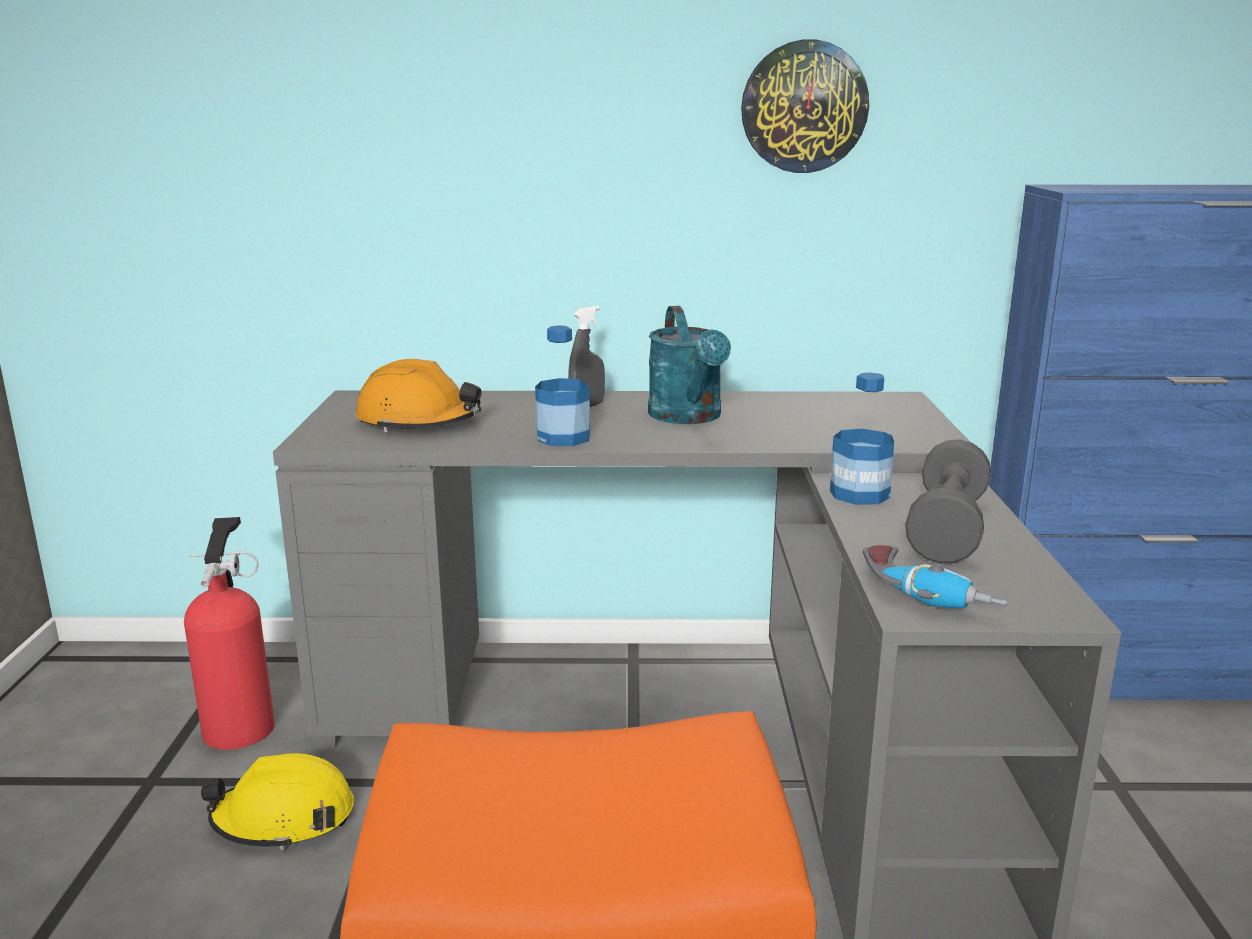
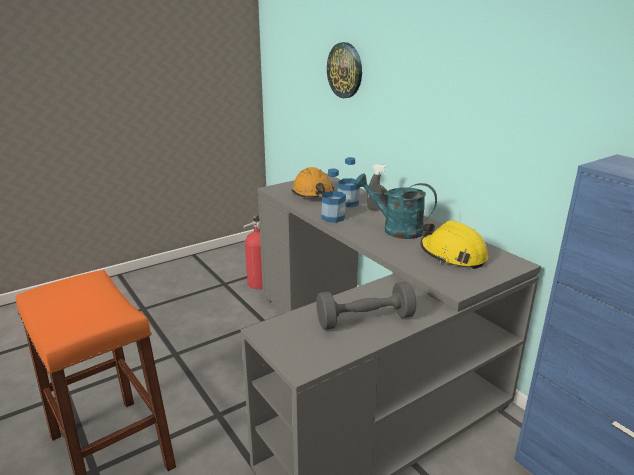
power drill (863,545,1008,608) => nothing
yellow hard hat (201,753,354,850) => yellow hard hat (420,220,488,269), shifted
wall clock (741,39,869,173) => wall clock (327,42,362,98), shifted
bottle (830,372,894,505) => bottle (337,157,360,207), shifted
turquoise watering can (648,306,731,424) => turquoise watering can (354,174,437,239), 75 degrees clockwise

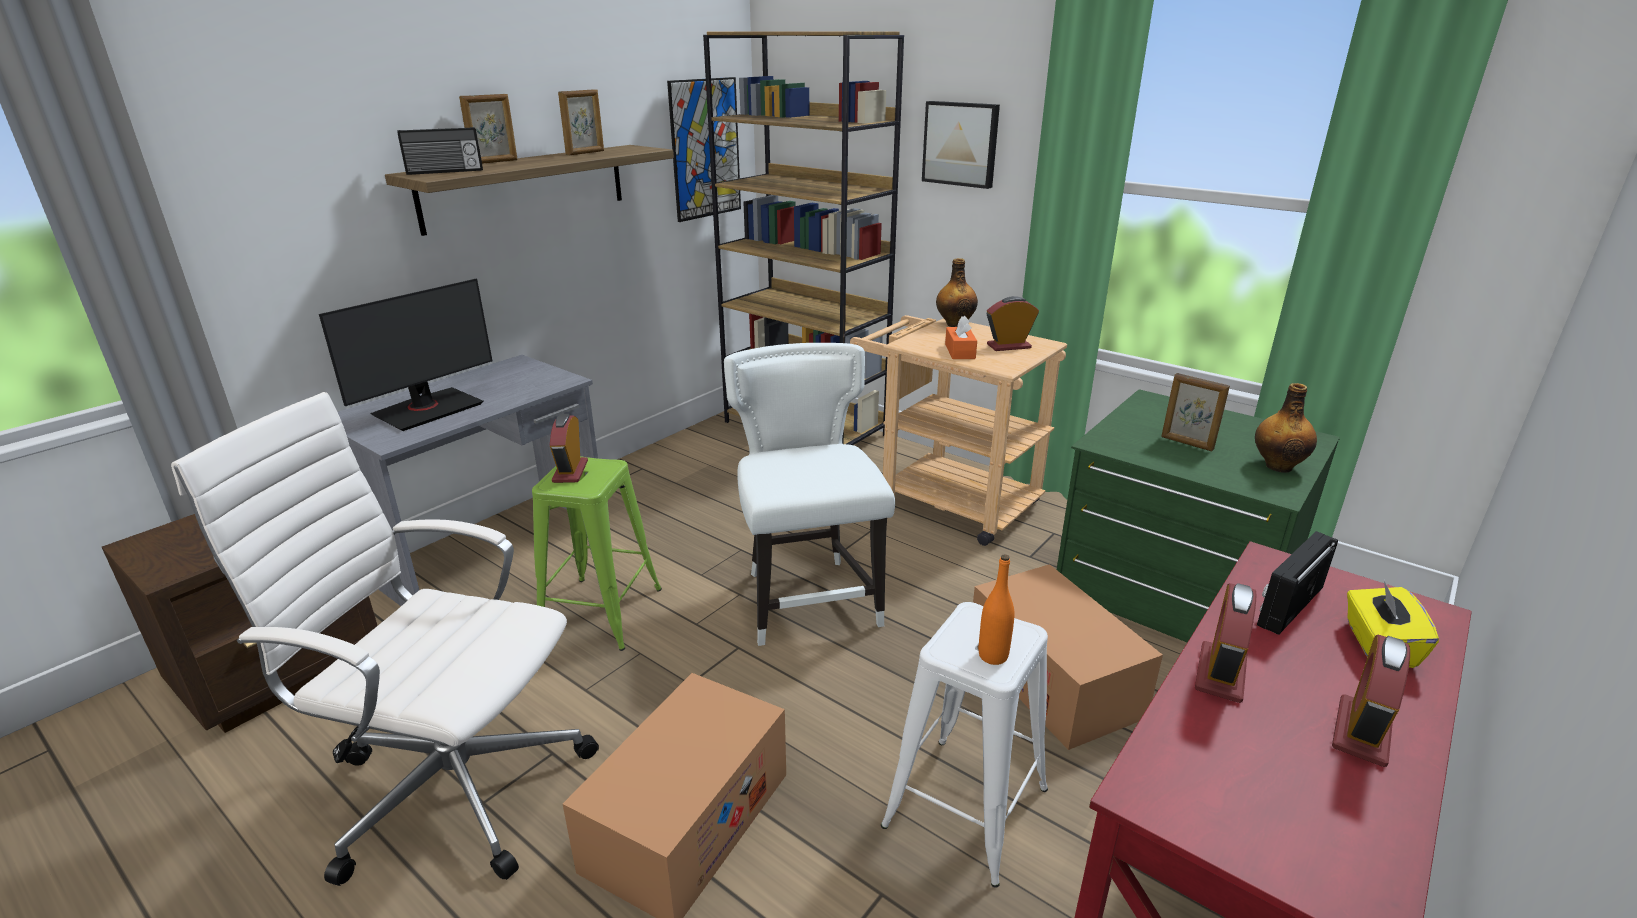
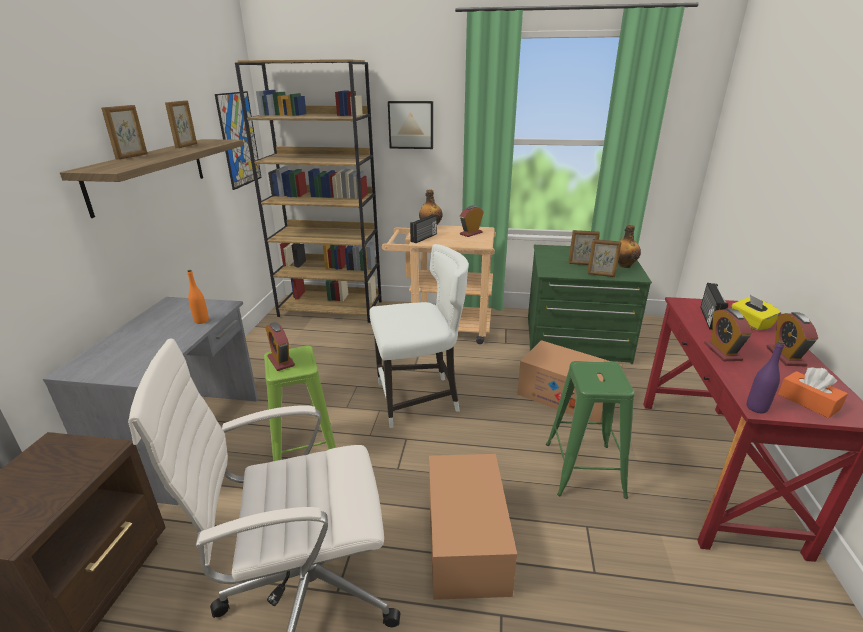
monitor (319,279,492,431) => nothing
nothing => picture frame (587,239,621,277)
nothing => purple bottle (747,341,784,413)
radio (397,127,483,175) => radio (410,214,437,243), shifted
orange tissue box (945,316,977,359) => orange tissue box (778,367,848,418), shifted
orange bottle (979,554,1014,665) => orange bottle (187,270,209,324), shifted
white stool (881,602,1048,888) => green stool (546,361,635,499)
white chair (724,343,895,646) => white chair (369,244,469,428), 120 degrees clockwise

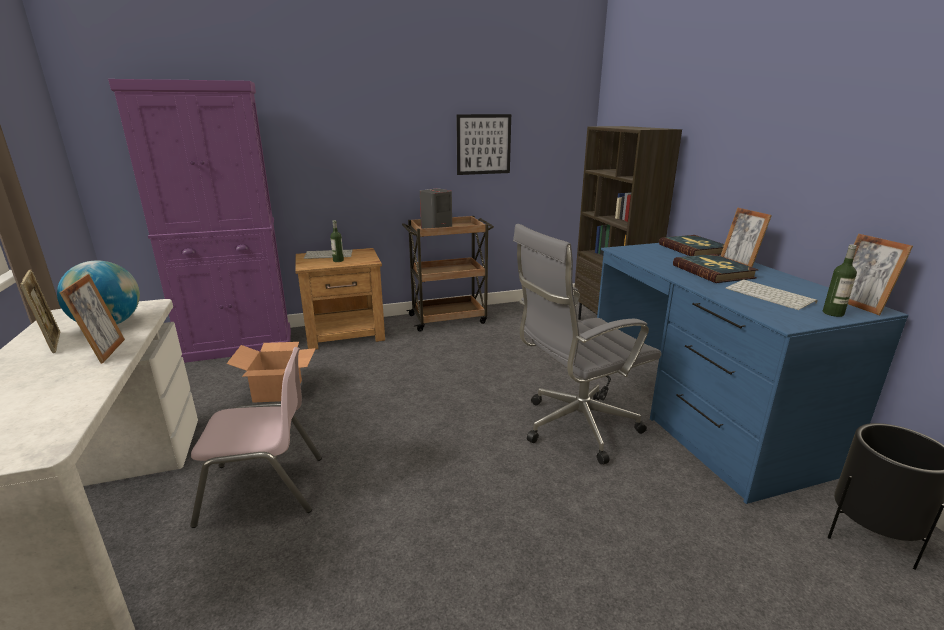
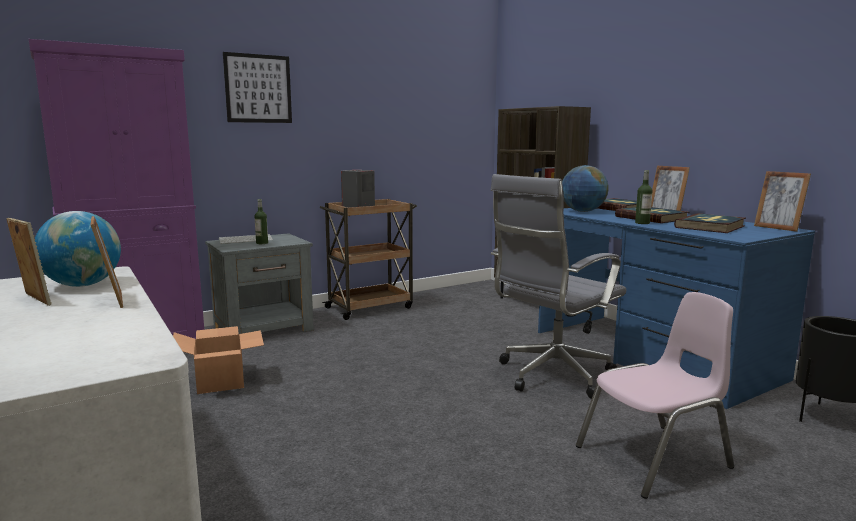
nothing => globe (562,165,609,212)
pink chair (190,347,322,528) => pink chair (576,292,734,499), shifted
picture (456,114,511,175) => picture (223,52,292,123), shifted
bottle (823,244,857,317) => bottle (635,170,652,224), shifted
keyboard (726,279,818,310) => book (674,213,746,233)
brown nightstand (295,248,385,350) => grey nightstand (205,233,314,334)

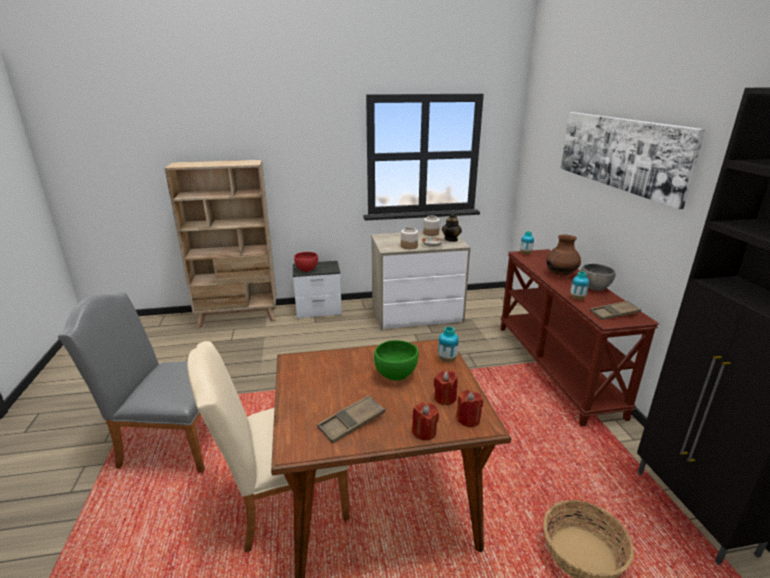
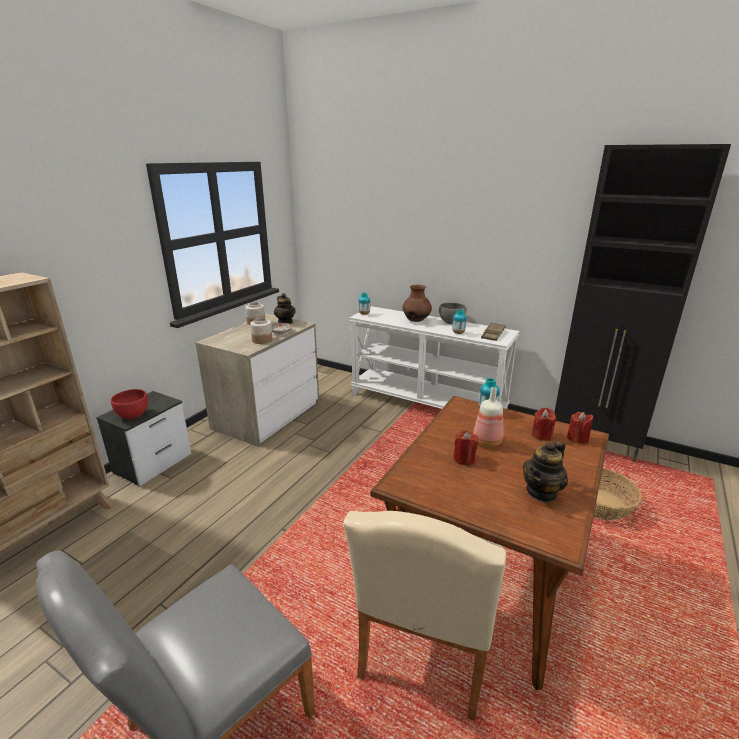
picture (561,112,706,209) => nothing
red candle (412,402,439,440) => red candle (453,430,478,465), shifted
brown tray (317,395,385,443) => teapot (523,441,568,503)
green bowl (374,340,418,381) => bottle (473,387,504,447)
brown console table (500,249,659,427) => white console table (350,306,520,409)

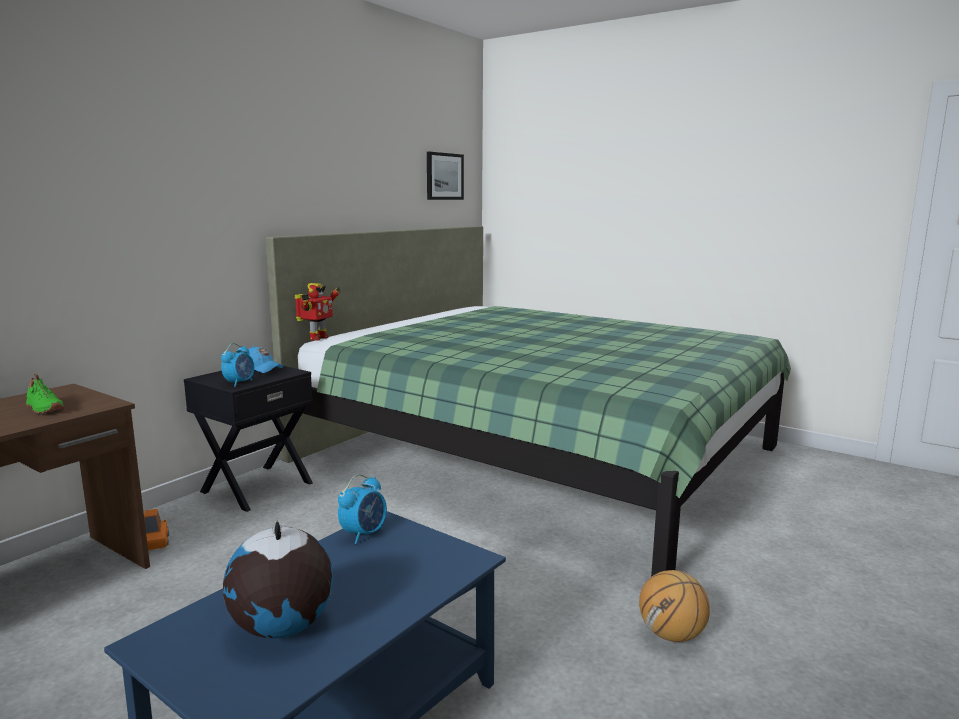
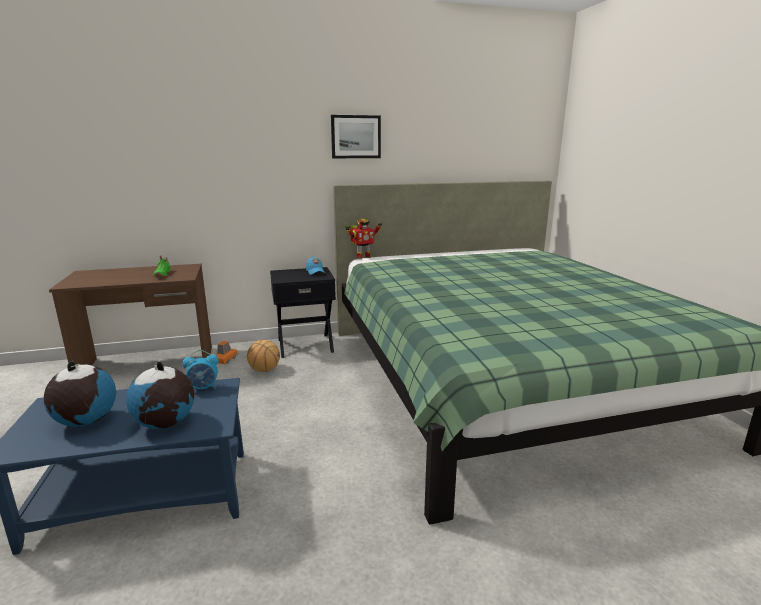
alarm clock (221,343,254,387) => nothing
nothing => globe (126,361,194,429)
picture (427,152,464,200) => picture (331,115,381,158), shifted
basketball (639,570,710,642) => basketball (247,340,280,372), shifted

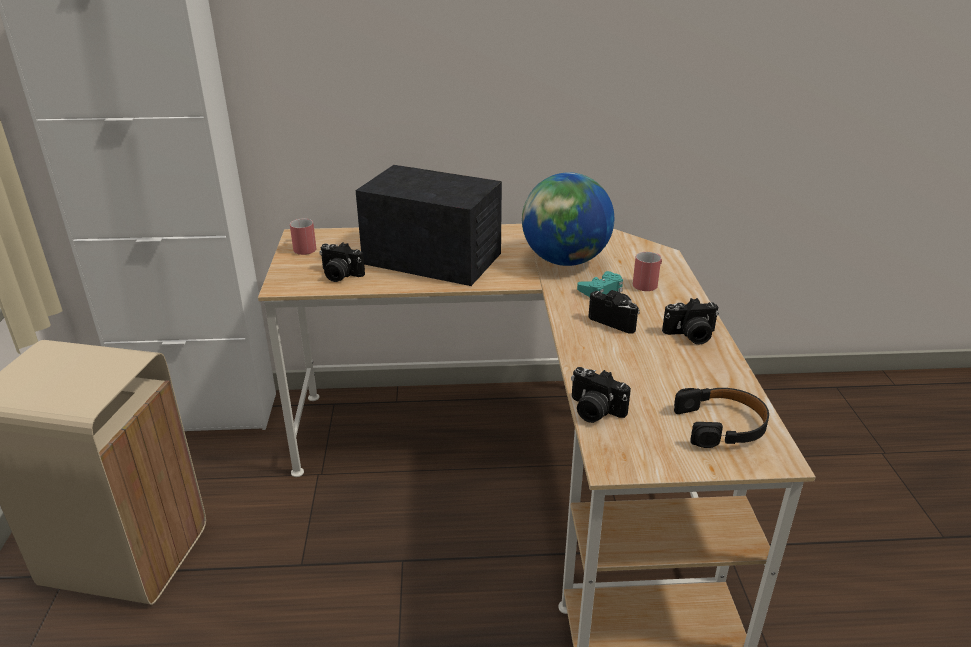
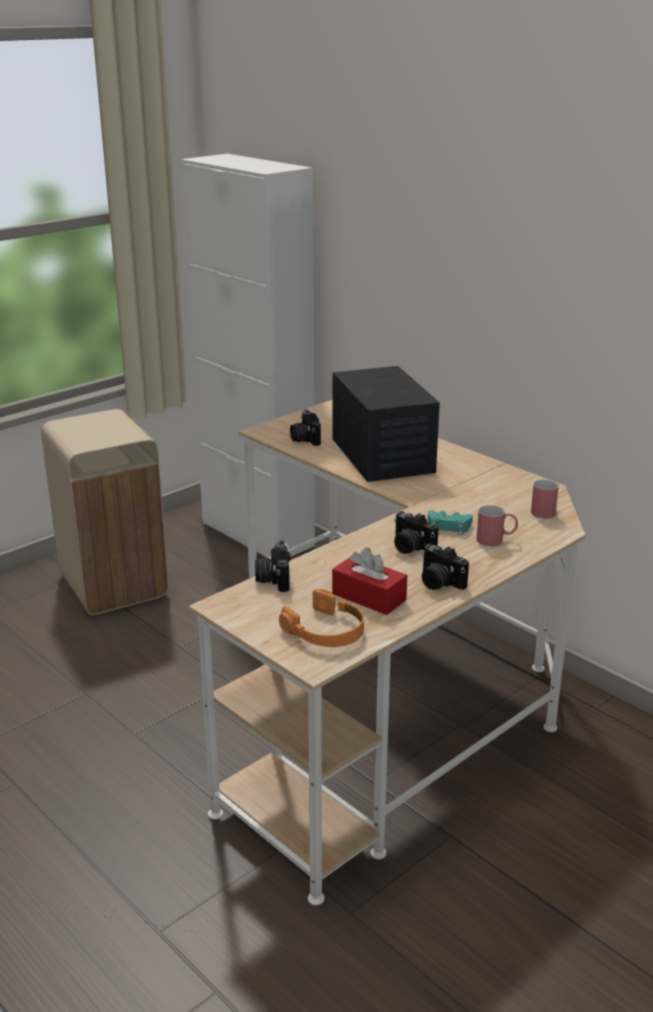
globe (522,172,614,266) => nothing
nothing => red tissue box (332,548,407,615)
red mug (290,219,316,255) => red mug (531,480,559,518), shifted
black headphones (674,388,769,448) => orange headphones (279,589,364,647)
photo camera (588,290,640,333) => photo camera (394,511,438,554), 135 degrees clockwise

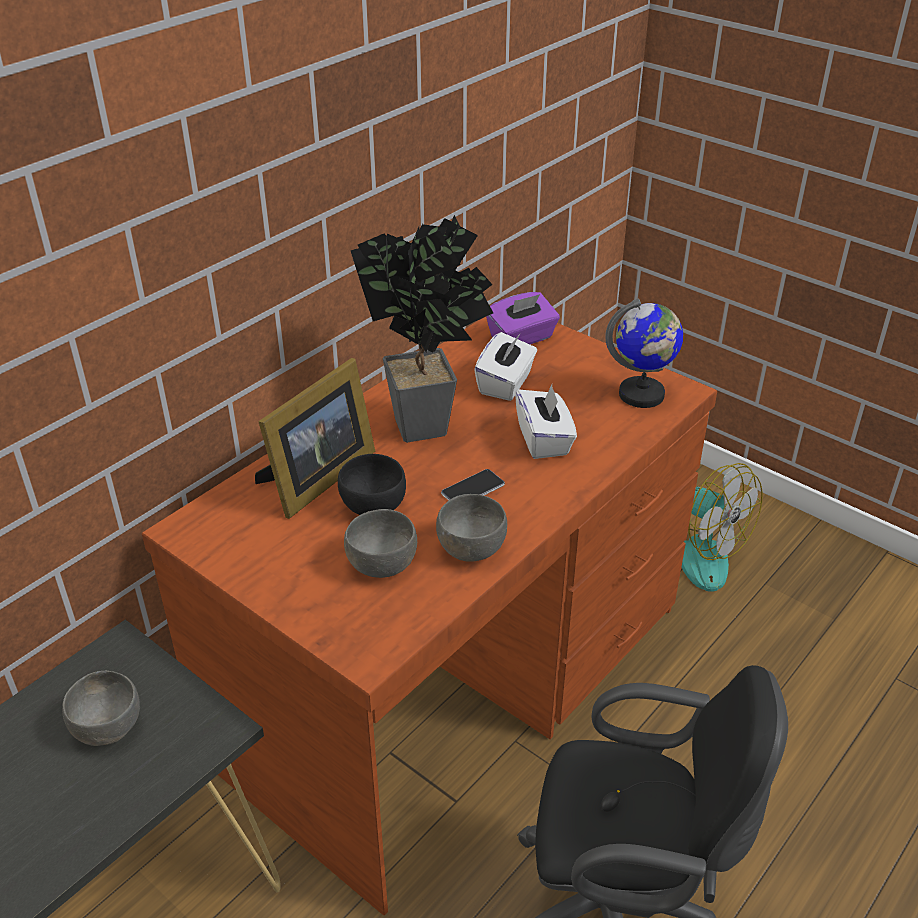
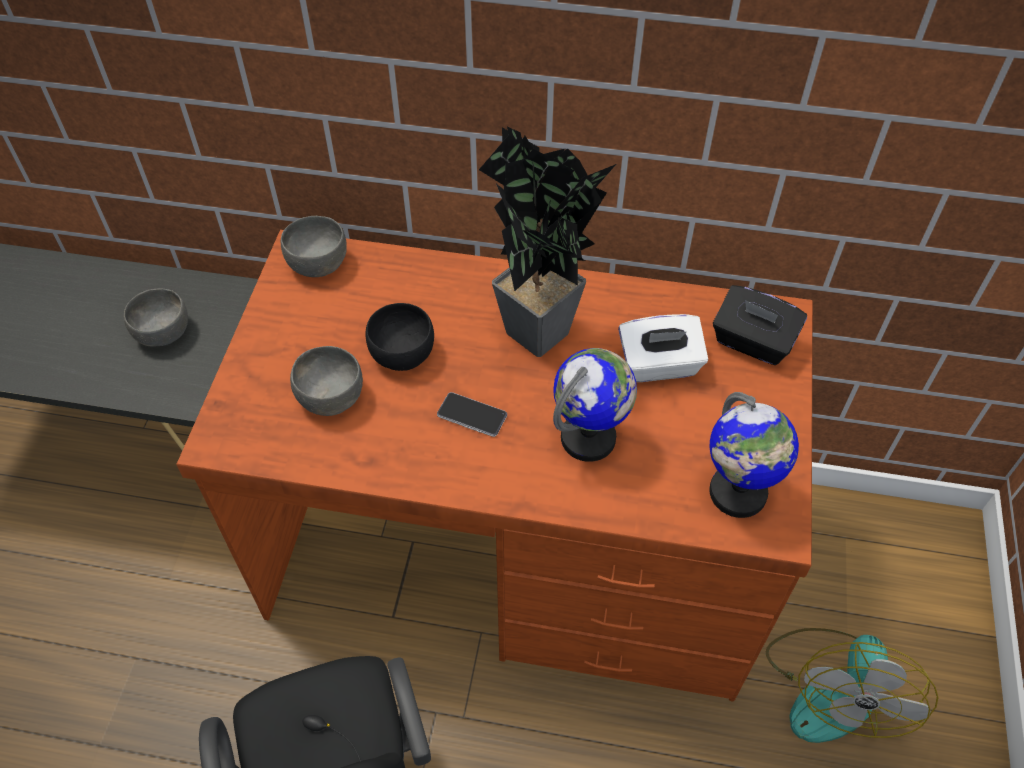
picture frame (255,358,375,519) => nothing
grey bowl (436,494,507,562) => grey bowl (281,216,347,277), shifted
white tissue box (515,385,577,459) => globe (553,348,637,462)
purple tissue box (486,292,560,344) => black tissue box (713,285,807,365)

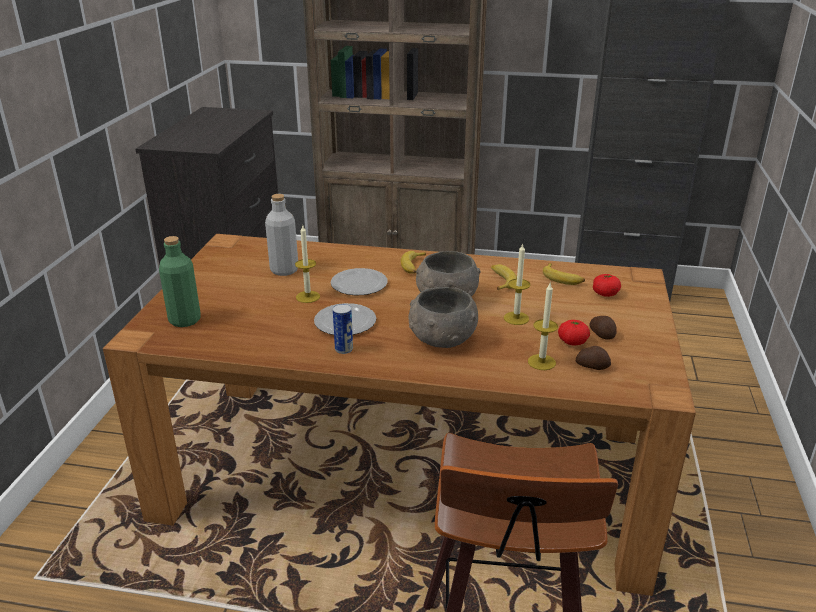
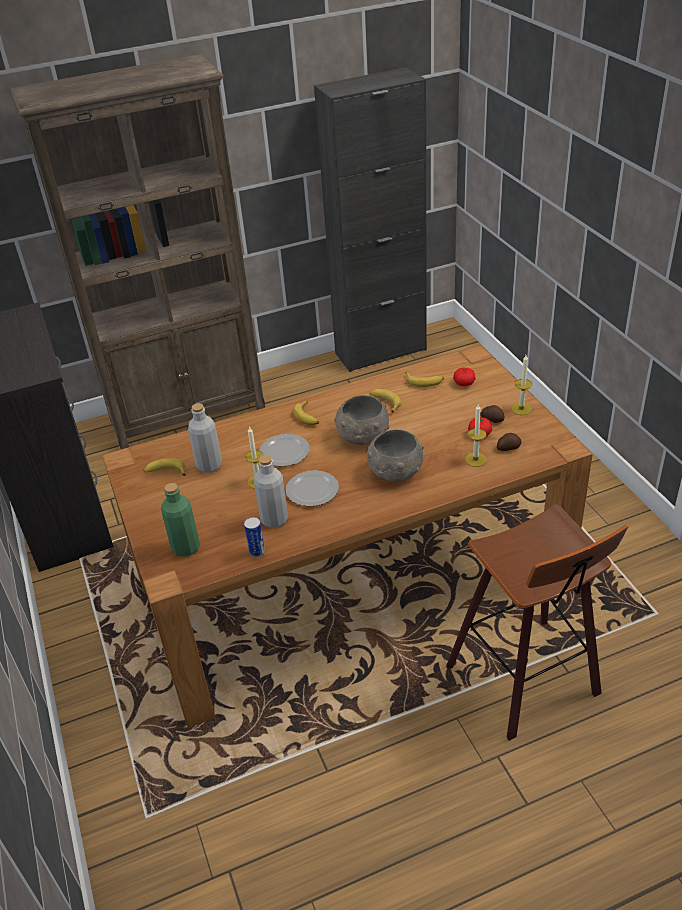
nothing => banana (143,458,186,476)
nothing => grey bottle (254,455,288,528)
can (333,304,353,354) => can (244,517,265,557), shifted
candle (504,243,530,325) => candle (511,355,532,415), shifted

